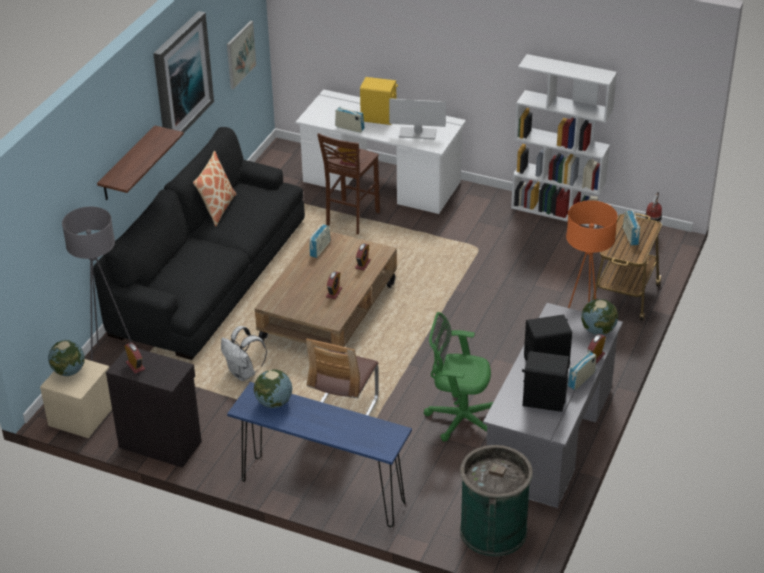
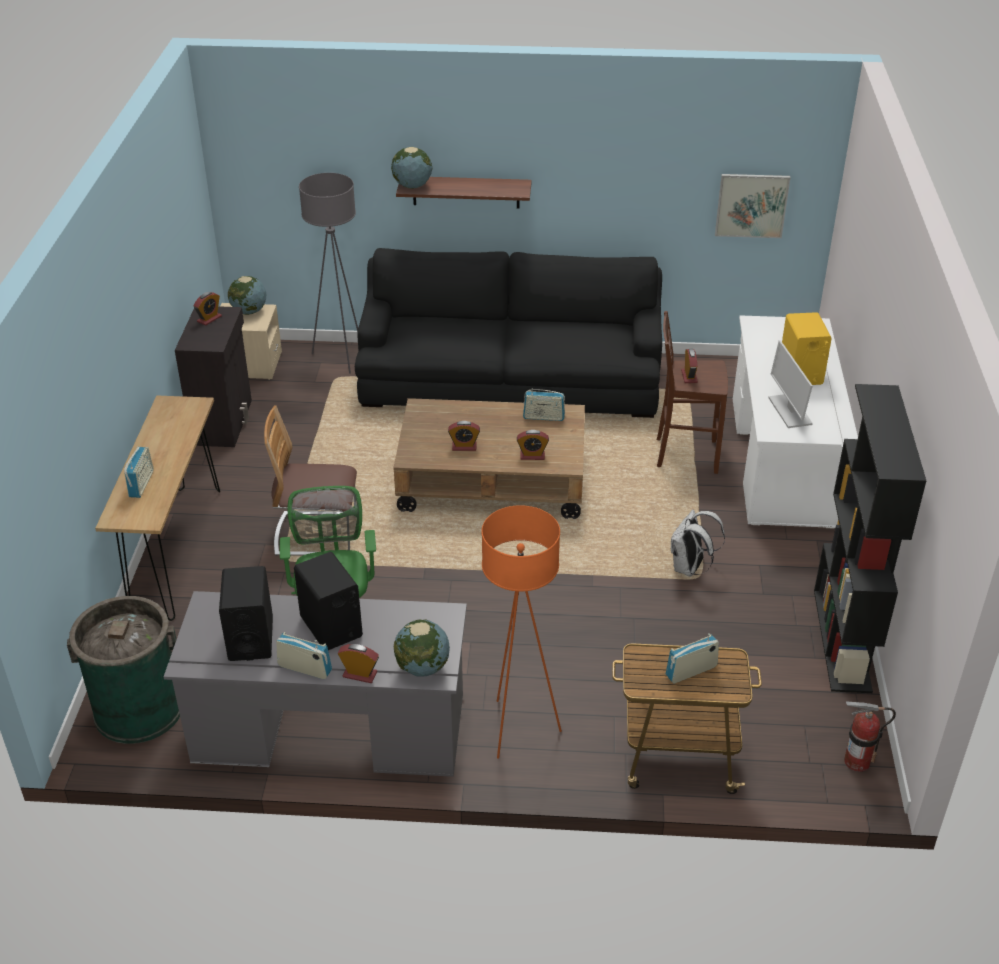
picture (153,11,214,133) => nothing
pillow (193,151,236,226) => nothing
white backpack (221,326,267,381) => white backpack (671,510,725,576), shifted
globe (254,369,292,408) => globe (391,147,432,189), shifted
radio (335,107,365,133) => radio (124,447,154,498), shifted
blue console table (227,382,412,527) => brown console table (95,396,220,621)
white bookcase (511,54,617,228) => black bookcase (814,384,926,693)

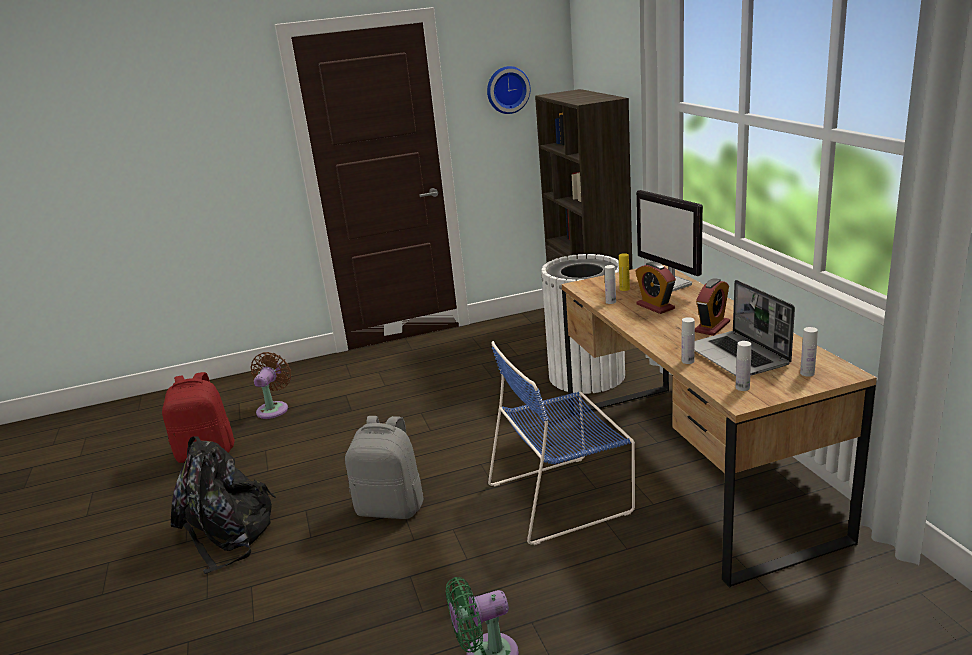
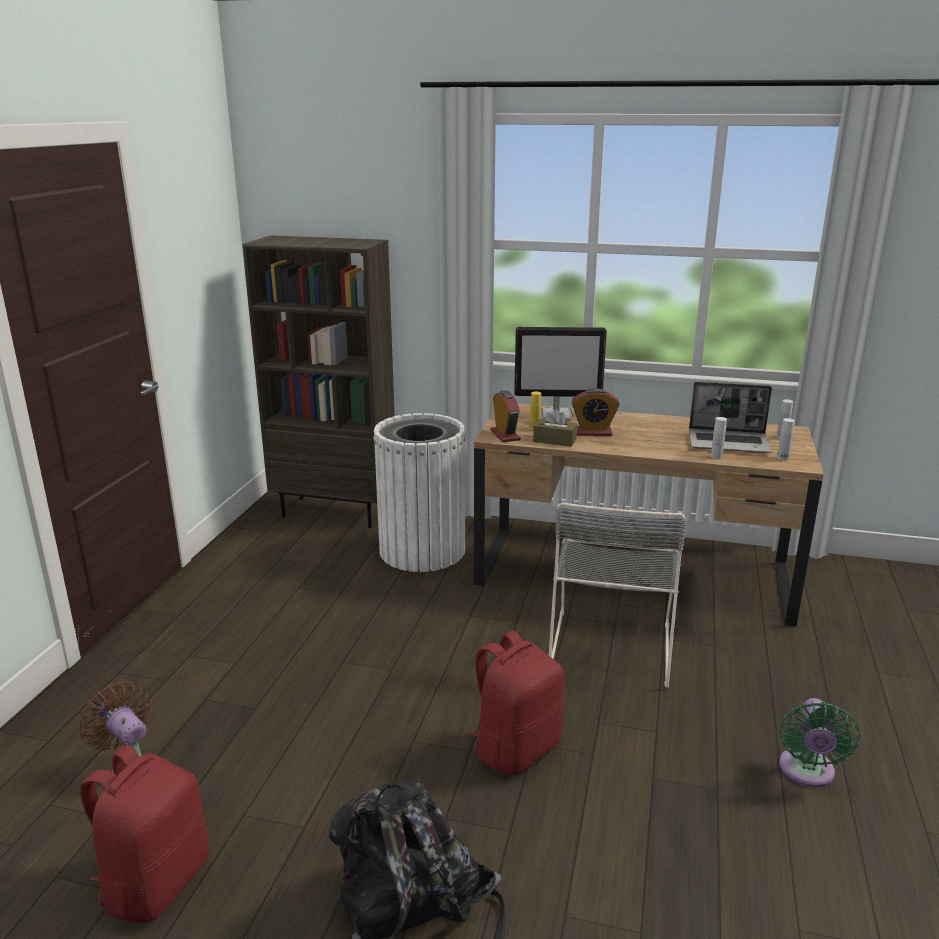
wall clock (487,66,531,114) => nothing
alarm clock (695,279,730,336) => alarm clock (490,390,521,442), shifted
white bottle (605,265,616,304) => brown tissue box (533,409,577,447)
grey backpack (345,416,424,519) => red backpack (467,630,564,775)
blue chair (488,341,635,545) => grey chair (549,502,687,688)

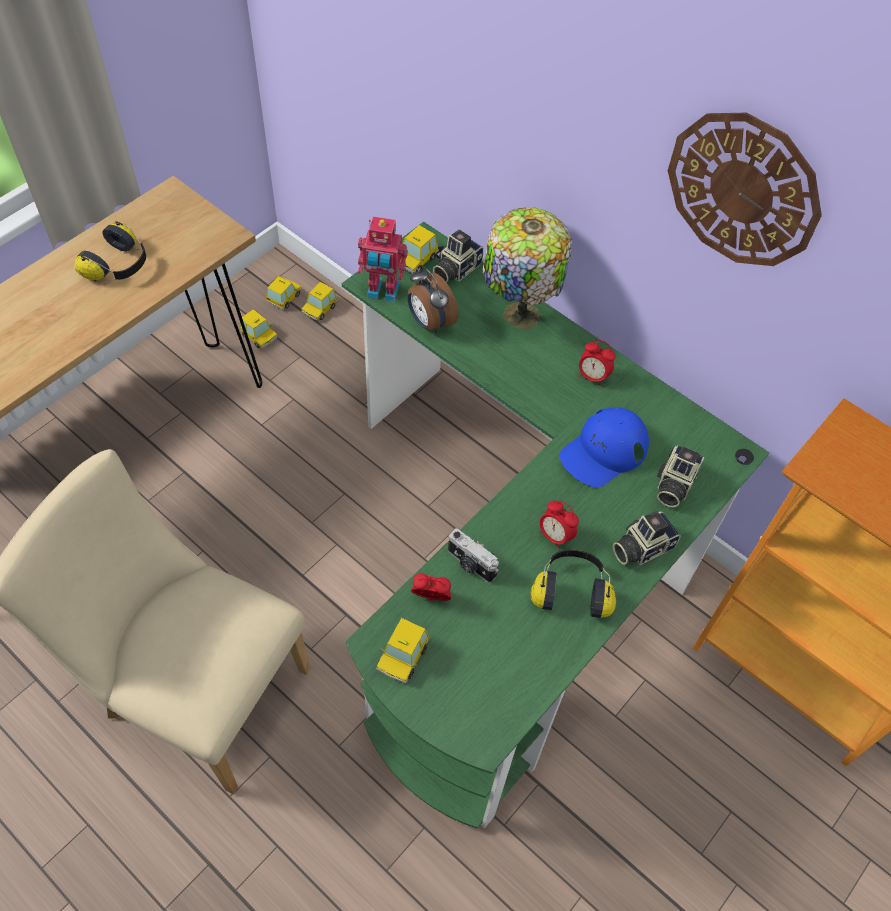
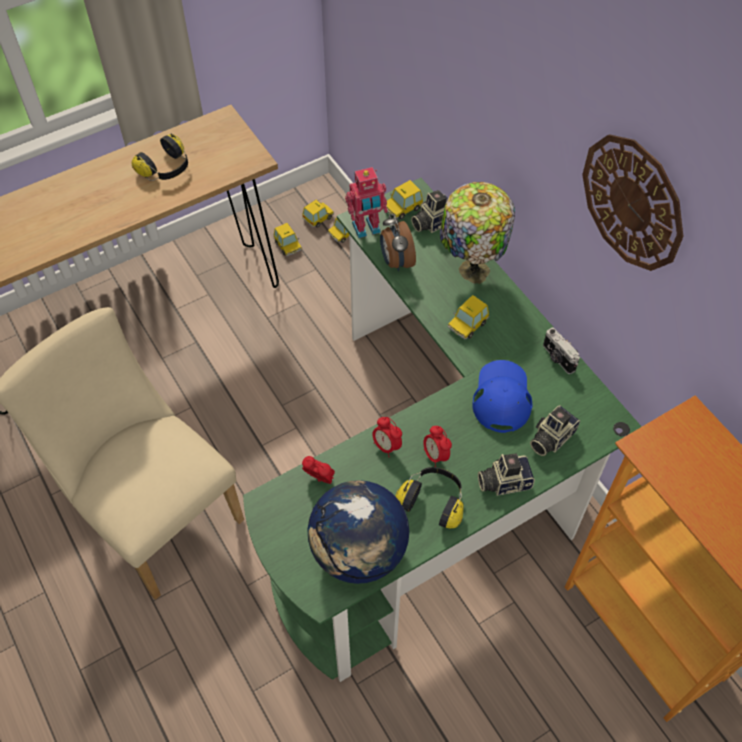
nothing => globe (308,480,409,584)
toy car (376,618,430,684) => toy car (447,295,489,340), shifted
photo camera (448,528,499,583) => photo camera (543,327,580,374), shifted
alarm clock (578,340,616,387) => alarm clock (372,417,402,457), shifted
toy robot (358,216,408,302) => toy robot (345,167,388,238), 45 degrees counterclockwise
blue cap (559,407,649,488) => blue cap (472,360,532,433), 120 degrees clockwise

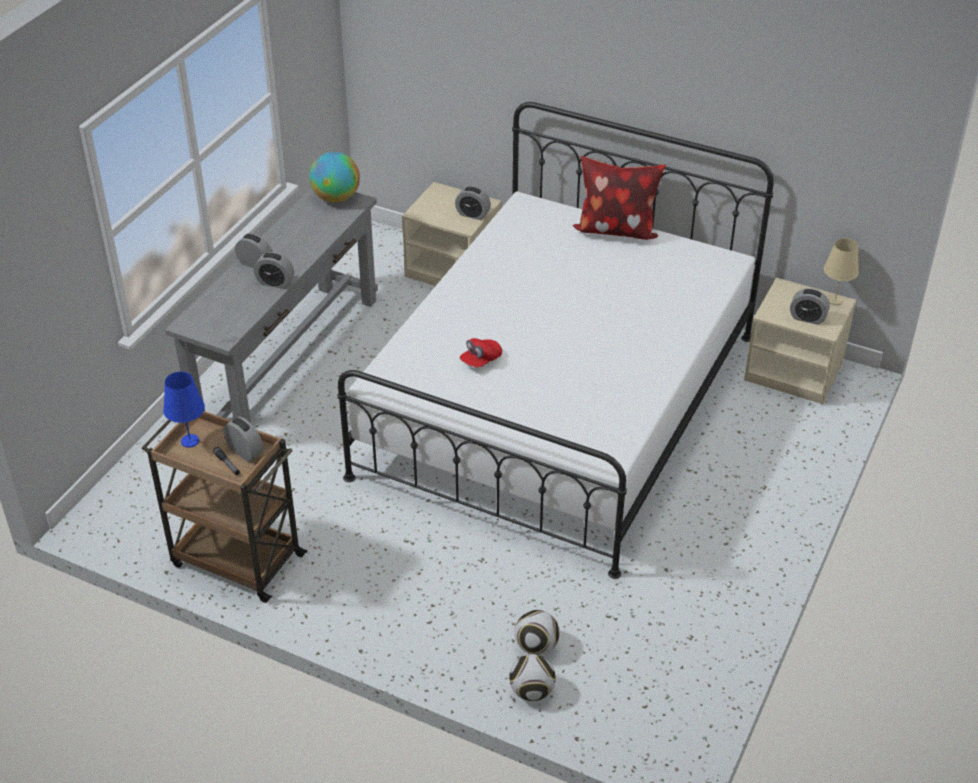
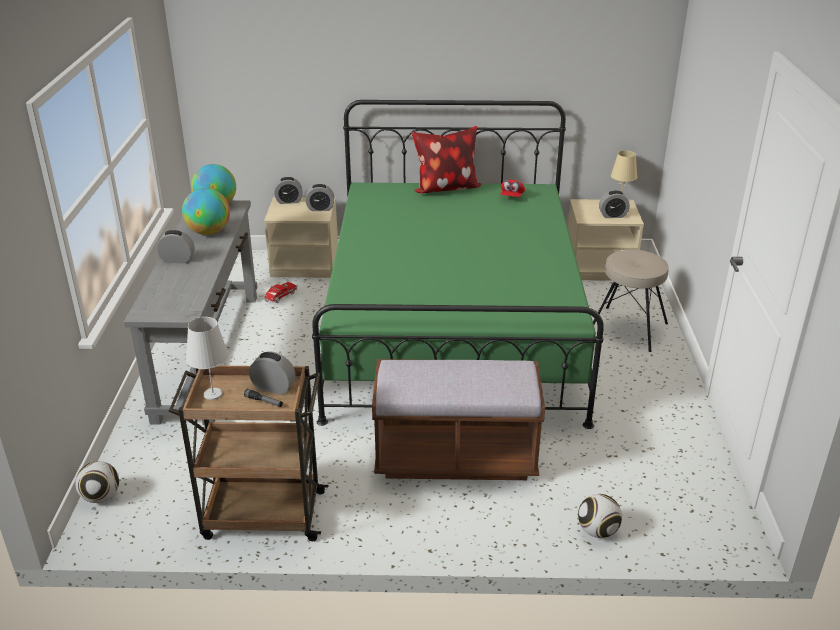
nothing => globe (182,188,230,235)
nothing => toy truck (265,282,297,303)
nothing => brown bench (372,359,545,480)
nothing => beige stool (593,250,669,352)
alarm clock (254,252,294,289) => alarm clock (274,177,303,204), shifted
red cap (460,338,502,367) => red cap (501,180,525,197), shifted
football (515,610,560,655) => football (75,461,119,503), shifted
blue table lamp (163,371,205,448) => white table lamp (186,317,229,400)
white bed (337,102,774,579) => green bed (312,100,604,429)

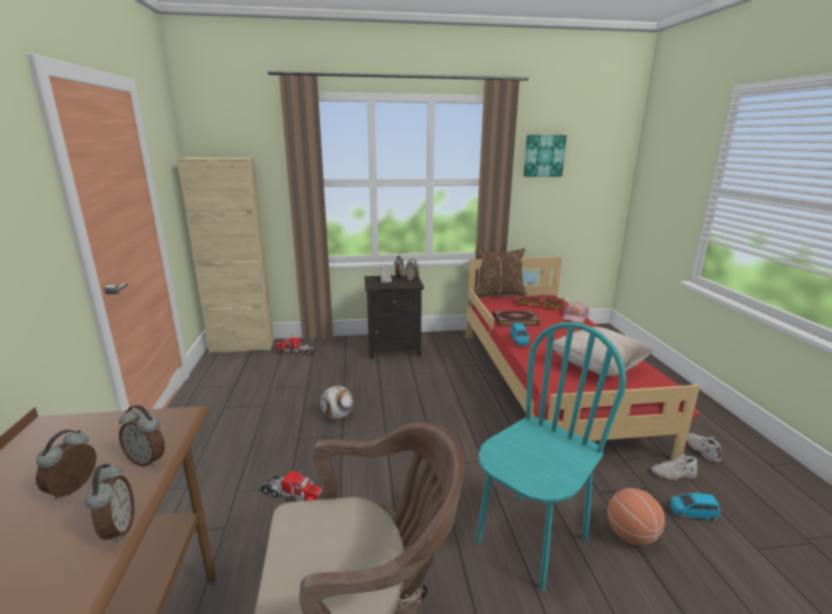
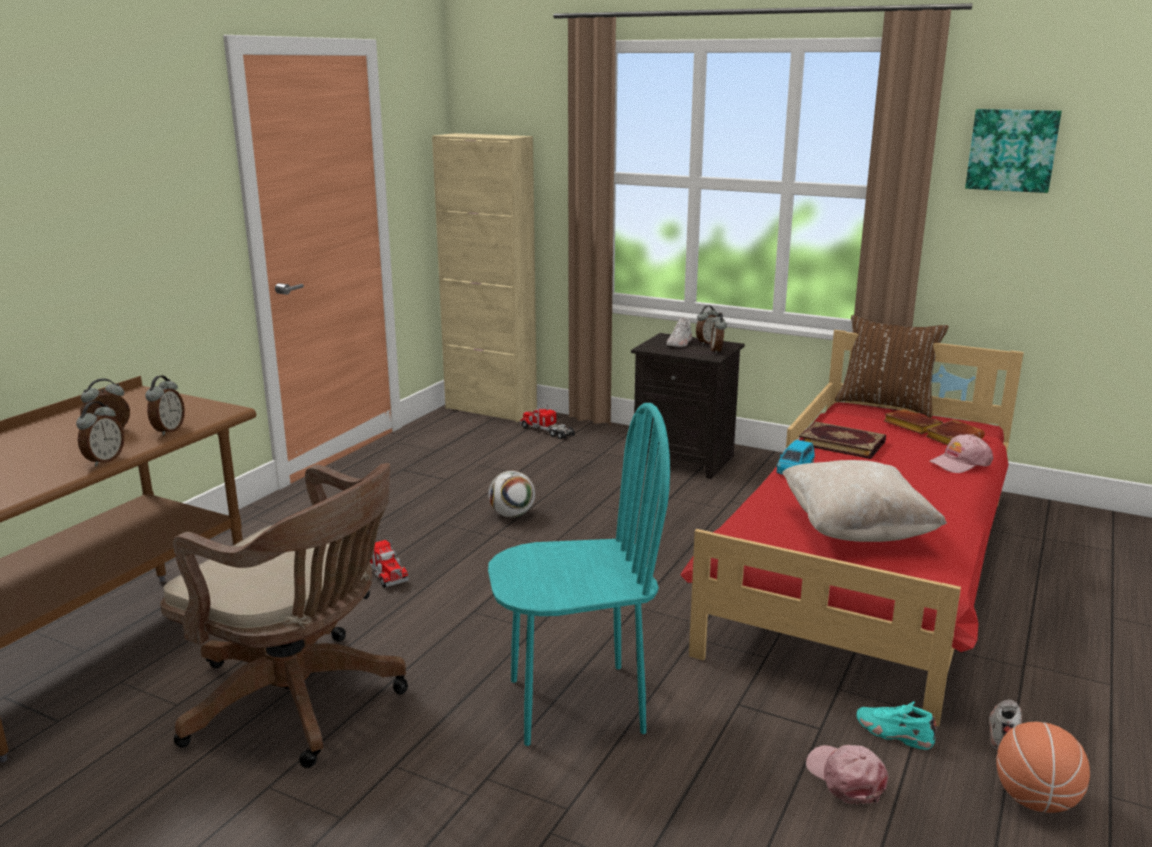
basketball (607,488,665,545) => basketball (996,722,1090,813), shifted
blue toy car (670,493,721,522) => pink cap (806,745,888,804)
white shoe (651,453,698,480) => turquoise shoe (856,701,937,750)
alarm clock (119,405,165,466) => alarm clock (145,376,185,436), 135 degrees counterclockwise

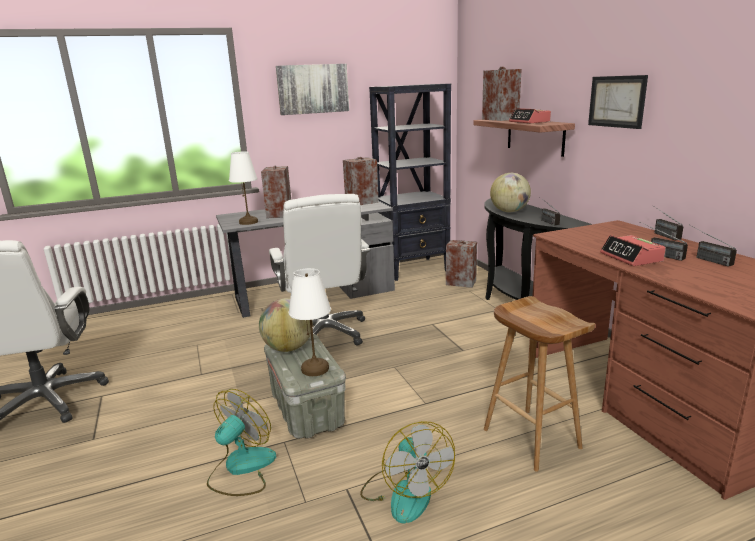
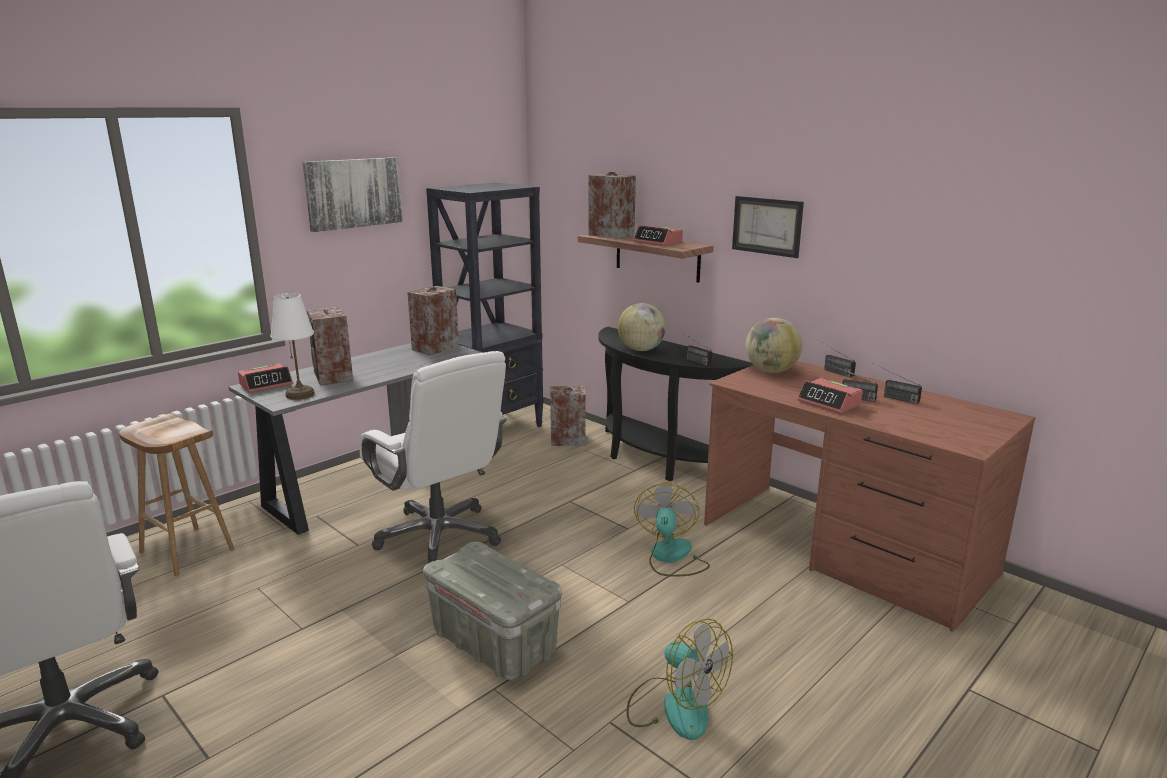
white table lamp (289,268,331,376) => nothing
nothing => alarm clock (238,364,293,393)
fan (207,389,276,496) => fan (634,483,710,576), shifted
globe (259,298,313,352) => globe (745,318,802,373), shifted
brown stool (484,296,595,472) => brown stool (119,413,235,576), shifted

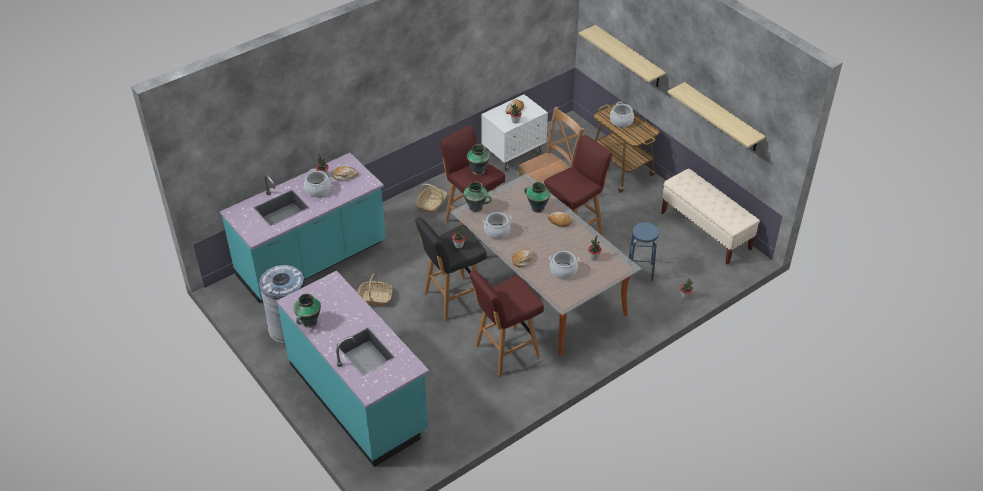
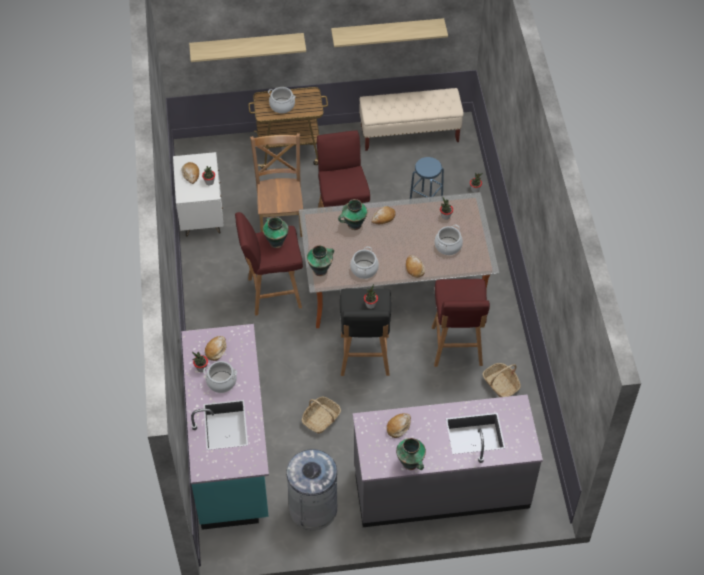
nothing => bread (387,413,411,438)
basket (417,184,447,214) => basket (483,363,521,397), shifted
turquoise counter (276,271,429,467) => grey counter (353,394,543,527)

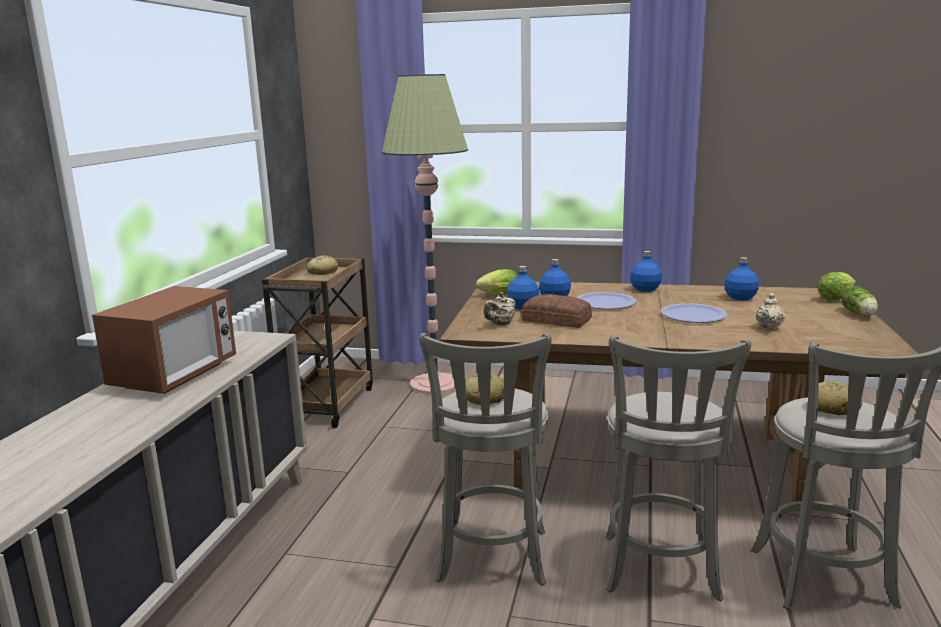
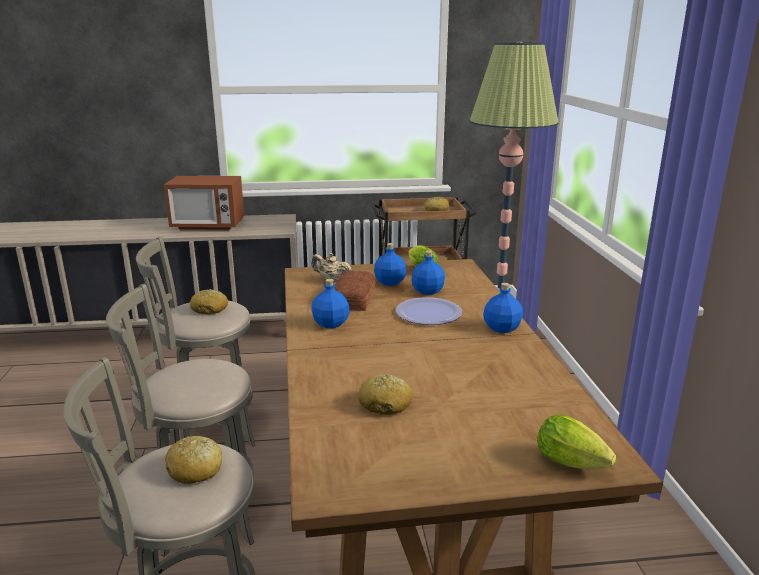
plate (661,303,727,323) => nothing
lettuce (841,286,878,316) => nothing
blue bottle (724,257,759,300) => blue bottle (311,279,350,328), shifted
beige teapot (756,293,785,329) => bread (358,374,413,415)

